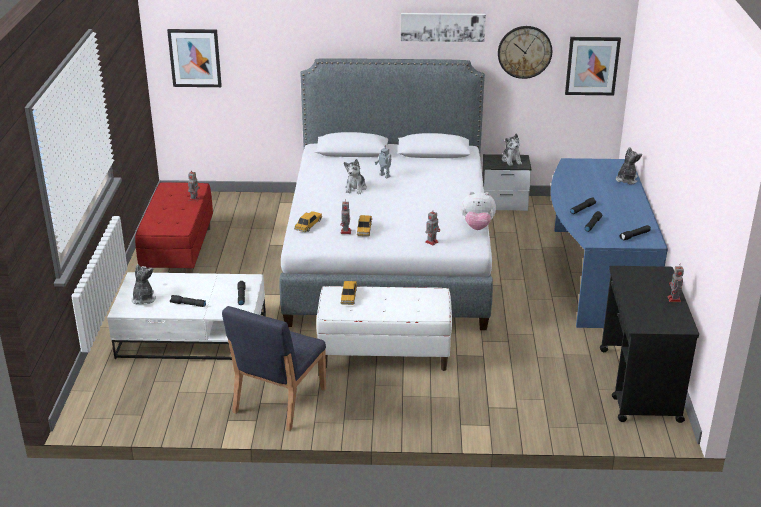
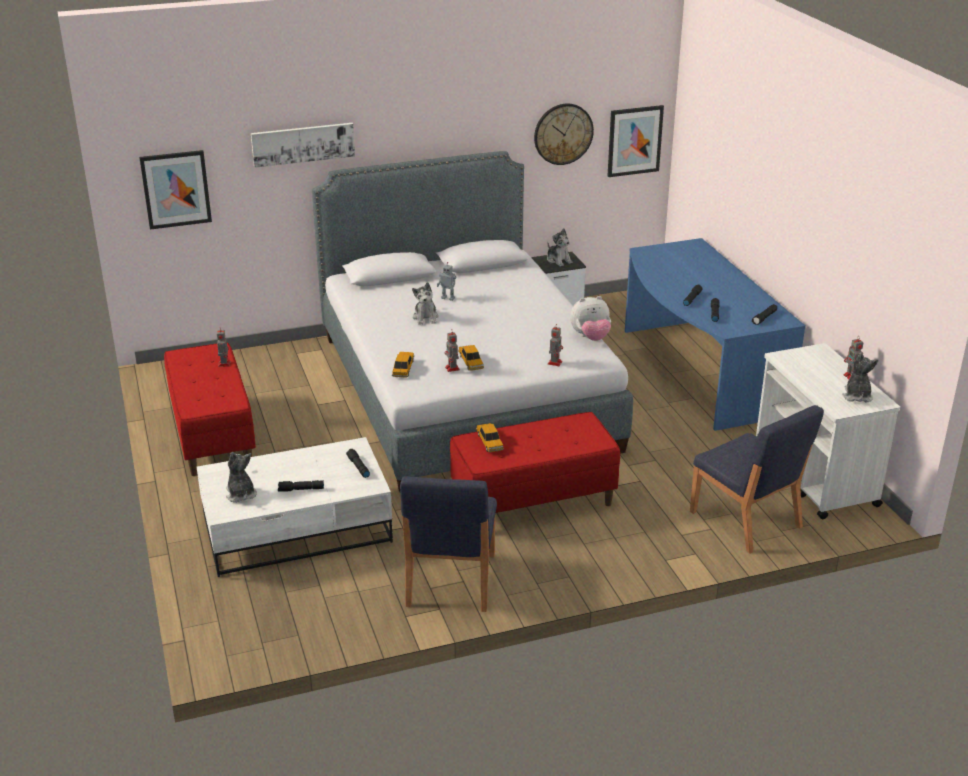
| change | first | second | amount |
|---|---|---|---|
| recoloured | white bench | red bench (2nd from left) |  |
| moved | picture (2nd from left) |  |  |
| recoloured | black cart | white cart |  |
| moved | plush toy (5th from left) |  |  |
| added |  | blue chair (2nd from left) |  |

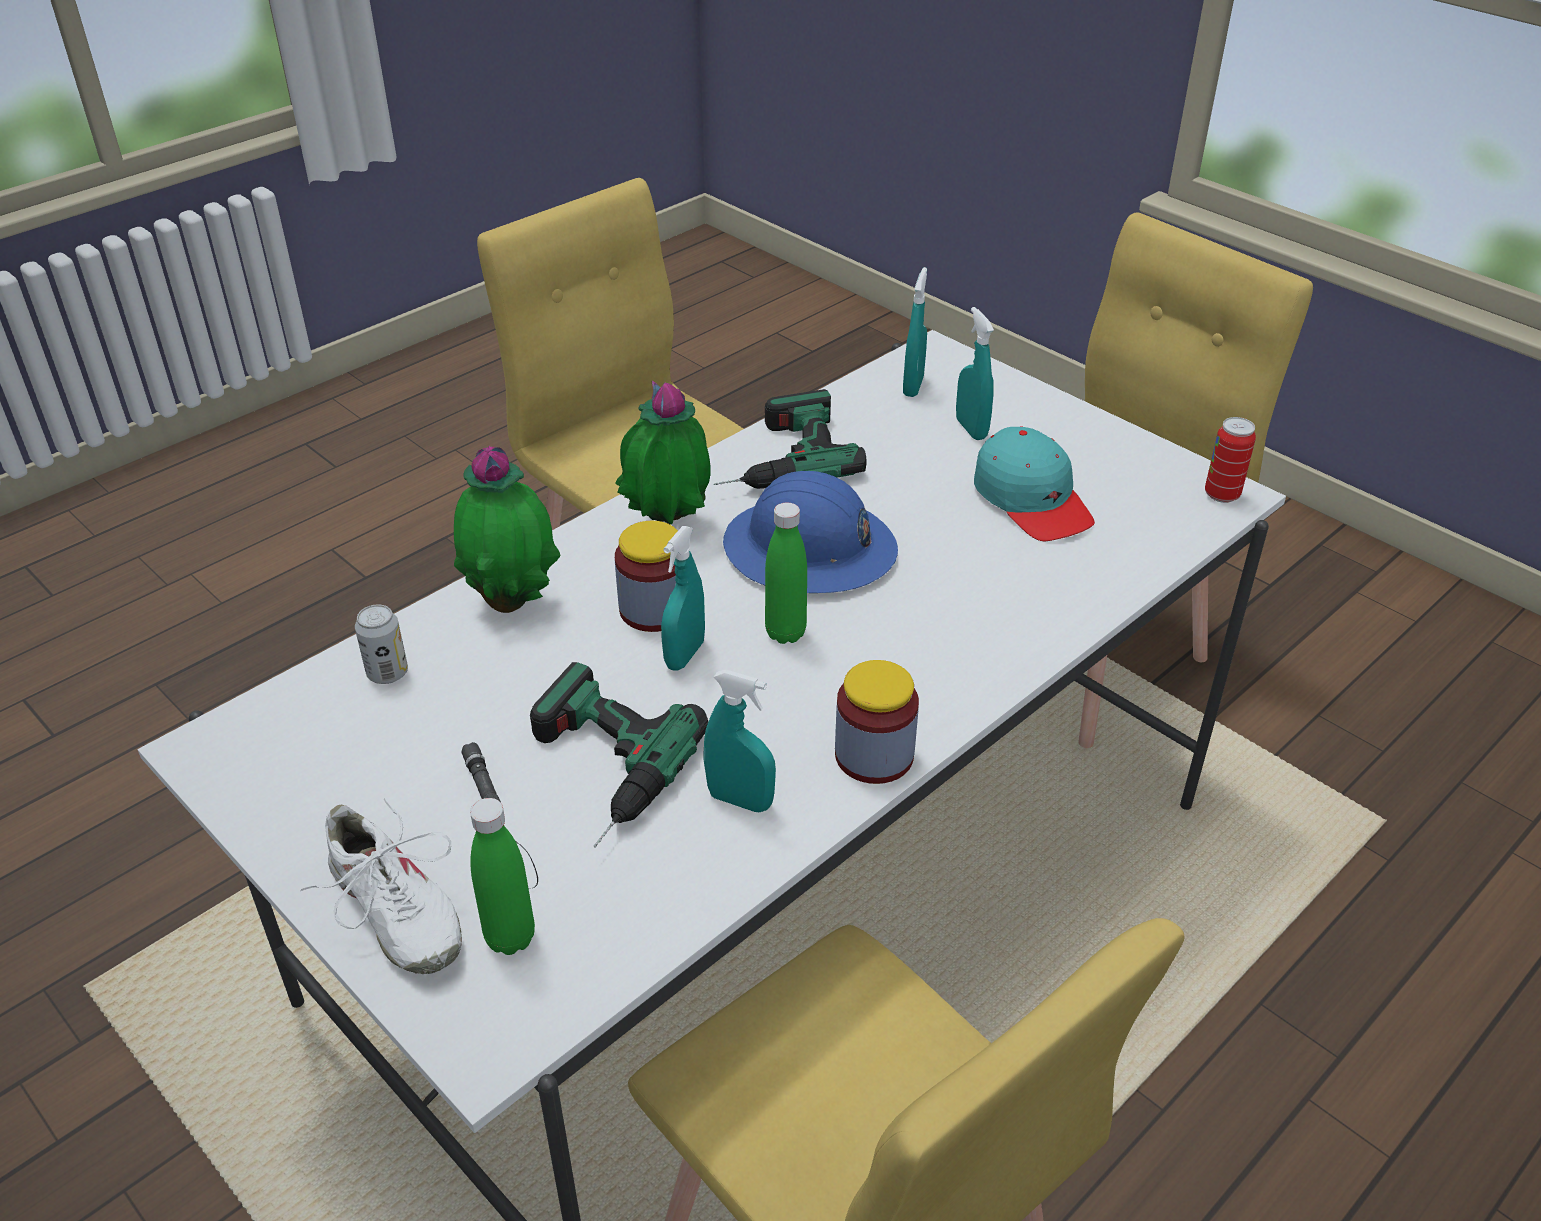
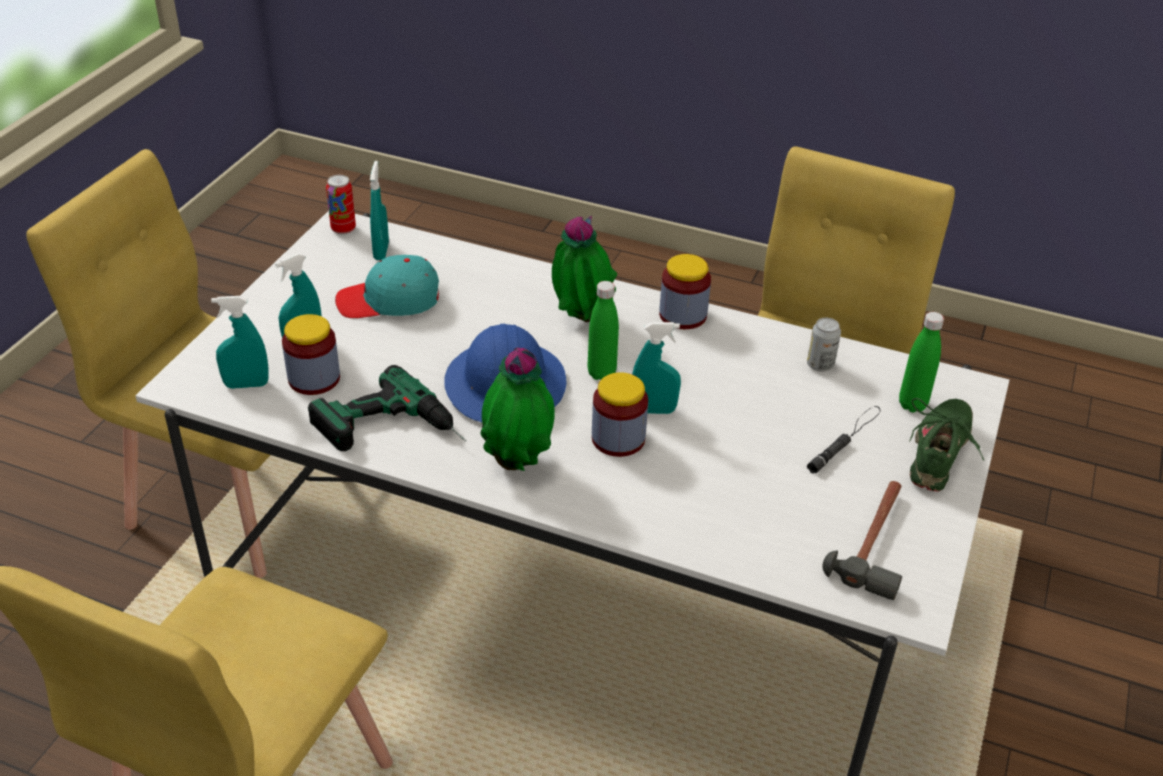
| change | first | second | amount |
|---|---|---|---|
| recoloured | white shoe | green shoe |  |
| moved | can (1st from left in the first image) | can (2nd from left) |  |
| moved | potted plant (1st from left in the first image) | potted plant (2nd from left) |  |
| removed | power drill (1st from left) |  |  |
| moved | turquoise spray bottle (2nd from left in the first image) | turquoise spray bottle (3rd from left) |  |
| turned | turquoise cap |  | 135 degrees counterclockwise |
| added |  | jar (1st from left) |  |
| added |  | hammer |  |

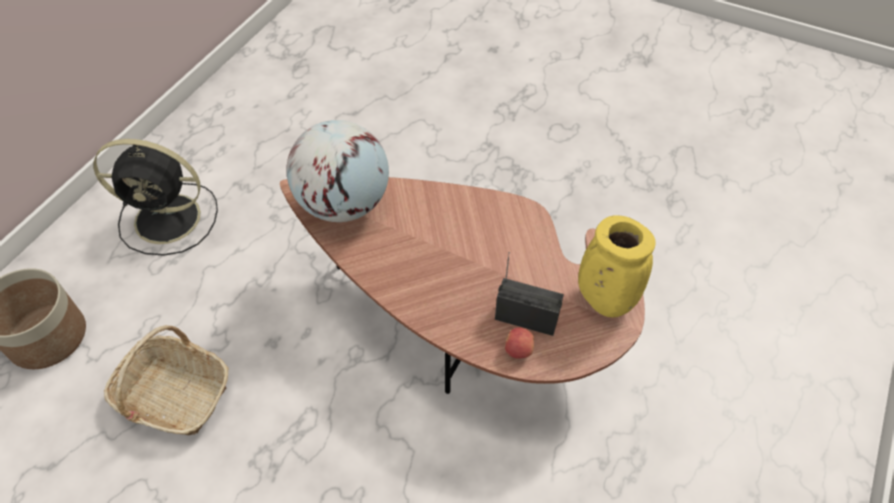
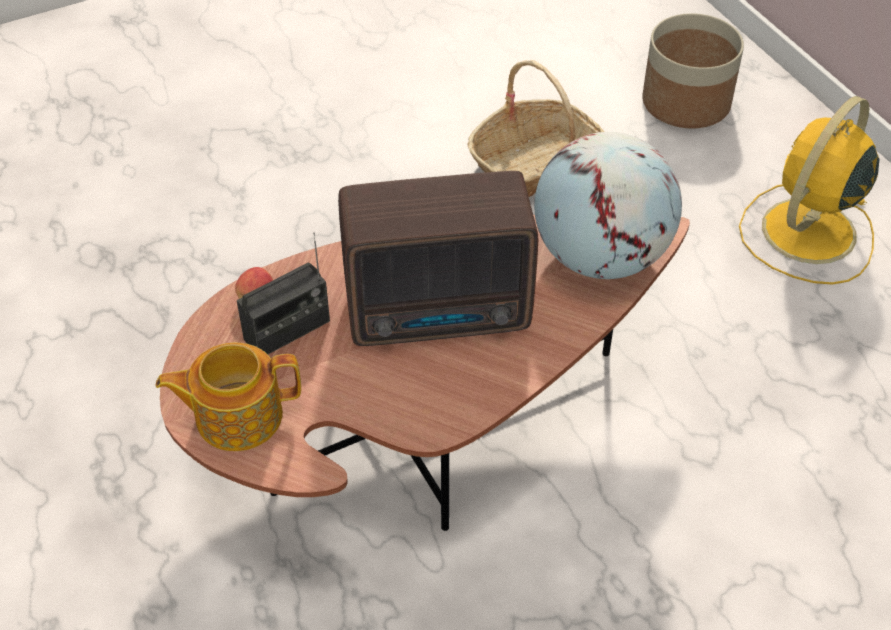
| change | first | second | amount |
|---|---|---|---|
| recoloured | black fan | yellow fan |  |
| replaced | yellow vase | teapot |  |
| added |  | radio (2nd from left) |  |

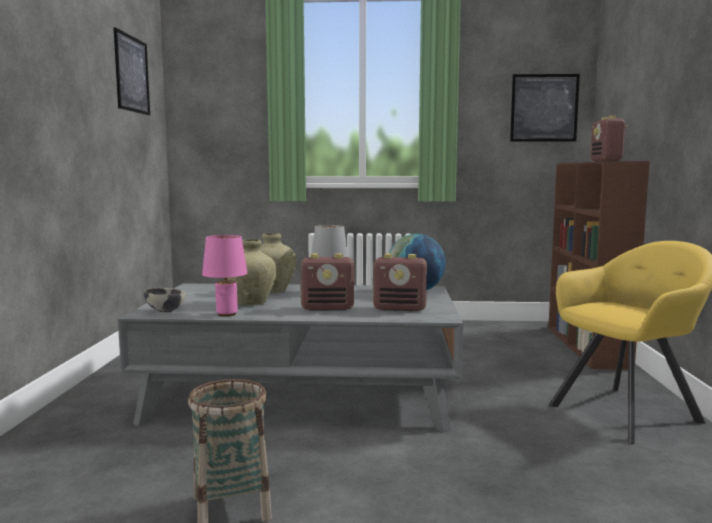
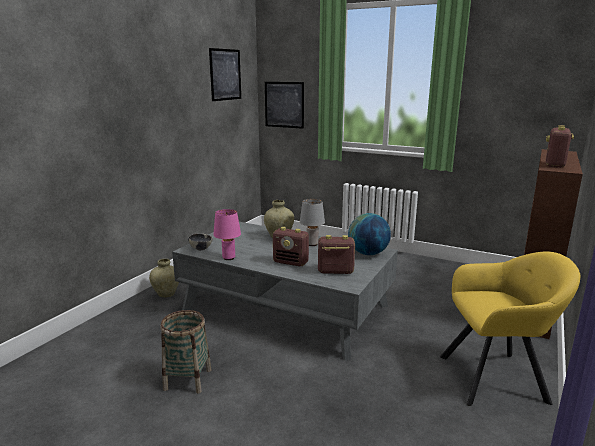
| change | first | second | amount |
|---|---|---|---|
| moved | beige vase (1st from left) |  |  |
| turned | radio (2nd from left) |  | 150 degrees clockwise |
| moved | picture (2nd from left) |  |  |

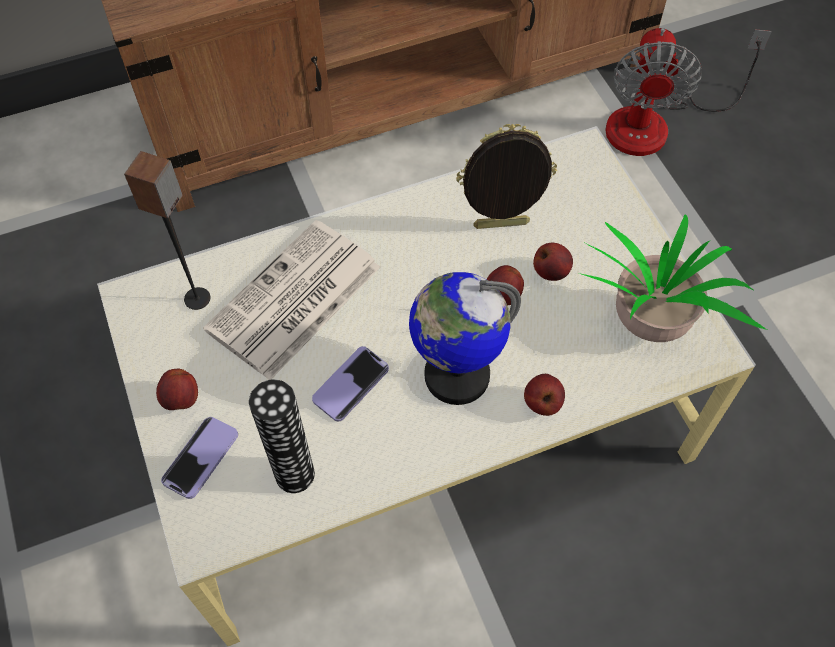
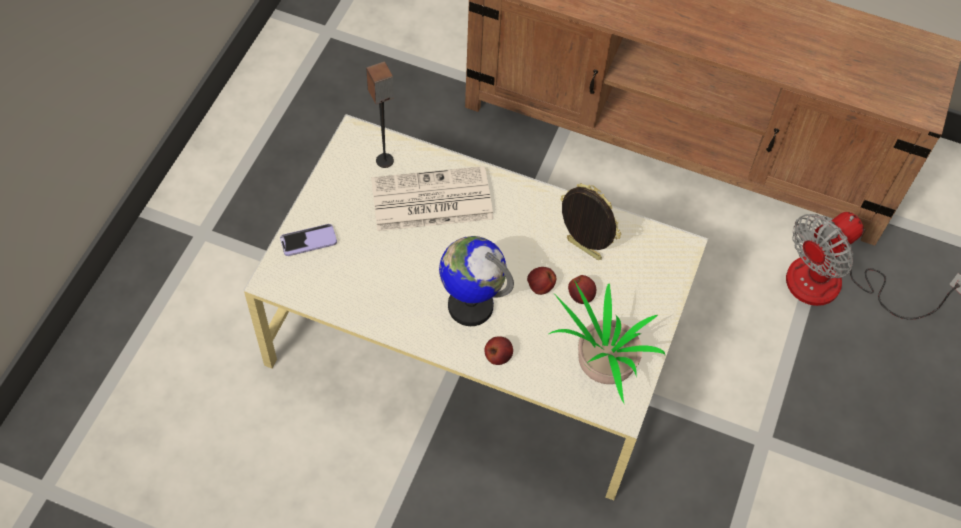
| change | first | second | amount |
|---|---|---|---|
| removed | apple (1st from left) |  |  |
| removed | vase |  |  |
| removed | phone (2nd from left) |  |  |

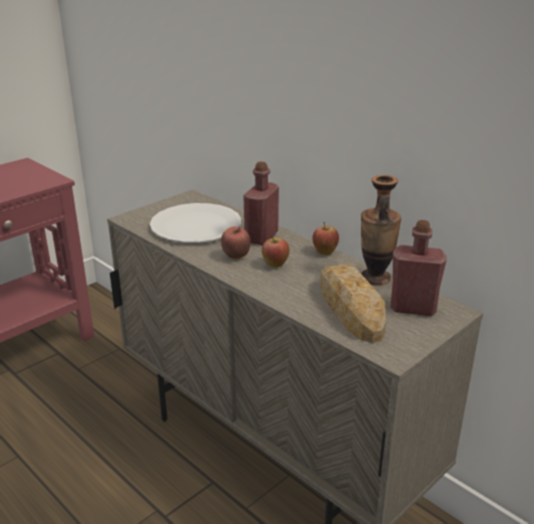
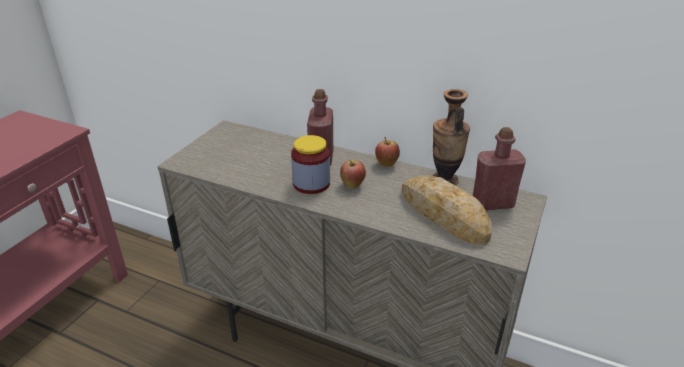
| change | first | second | amount |
|---|---|---|---|
| removed | white plate |  |  |
| replaced | apple (1st from left) | jar |  |

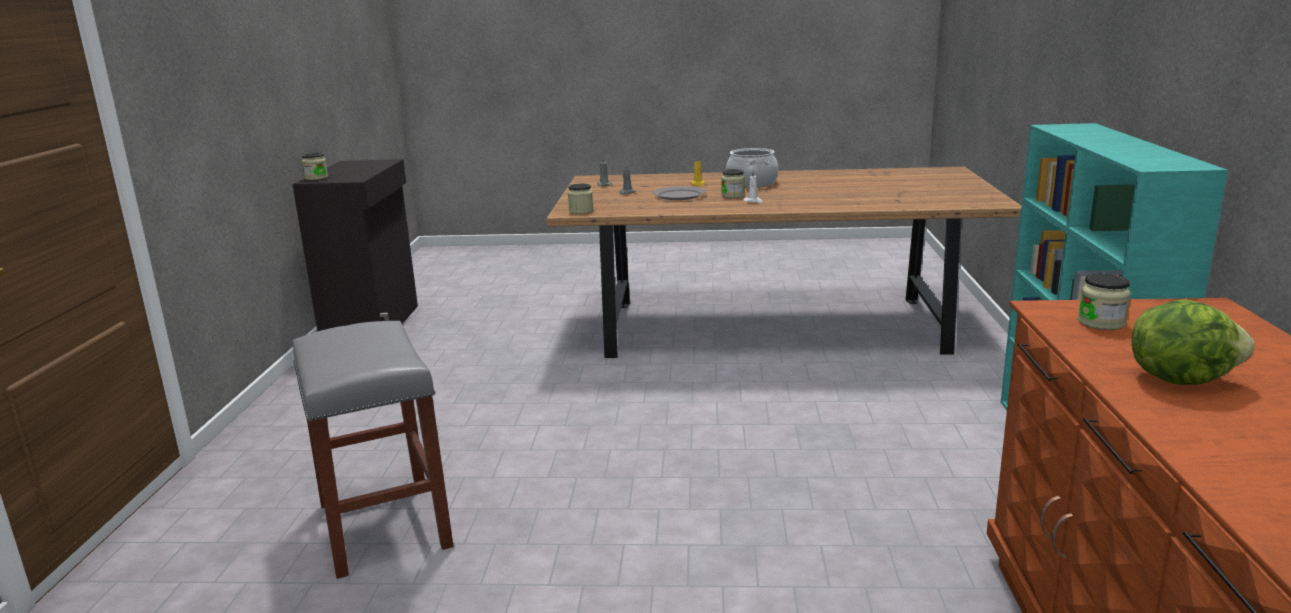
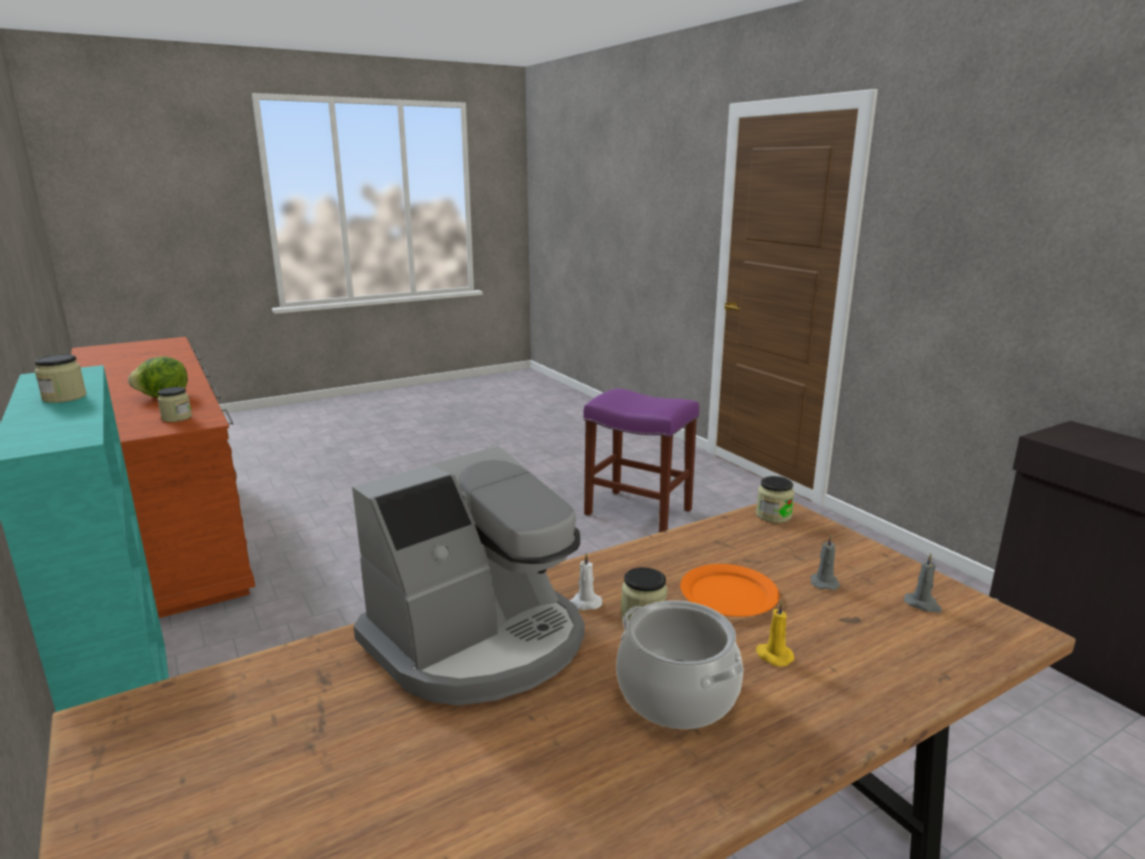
| change | first | second | amount |
|---|---|---|---|
| recoloured | grey stool | purple stool |  |
| moved | jar (1st from left) |  |  |
| recoloured | grey plate | orange plate |  |
| added |  | coffee machine |  |

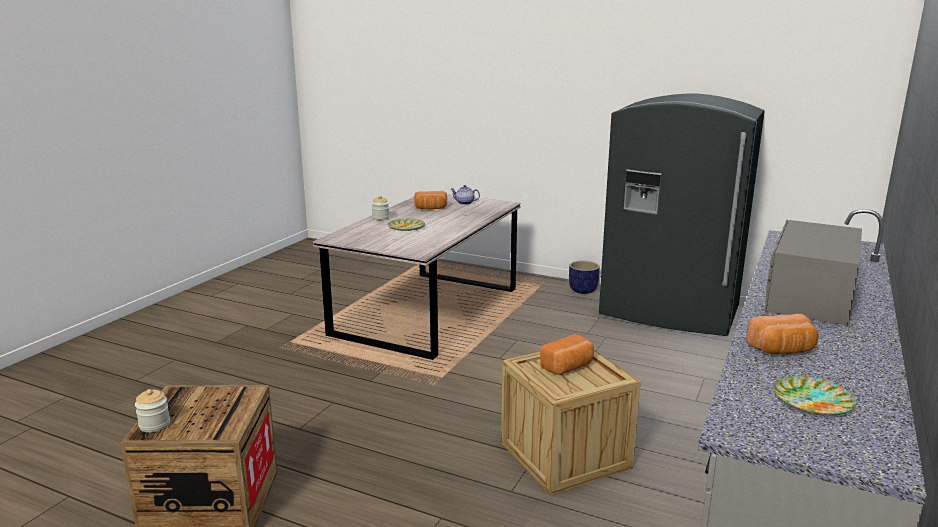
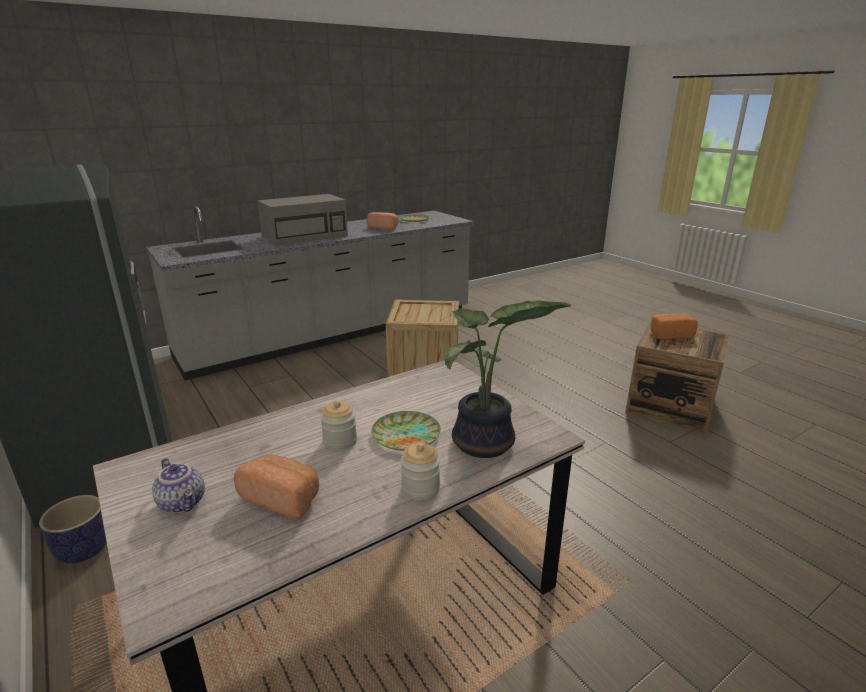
| change | first | second | amount |
|---|---|---|---|
| moved | jar (1st from left) |  |  |
| moved | bread (2nd from left in the first image) | bread (3rd from left) |  |
| added |  | potted plant |  |

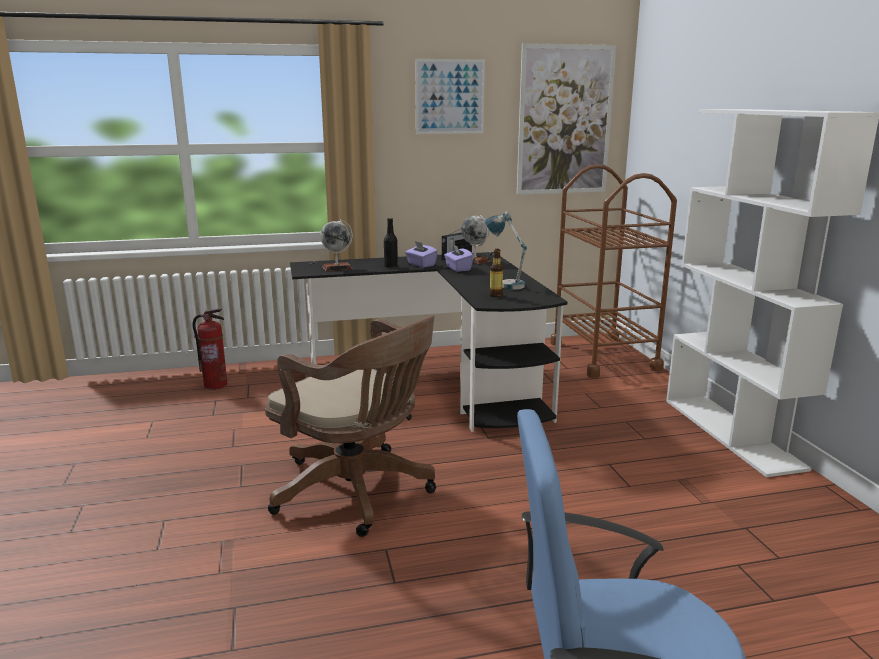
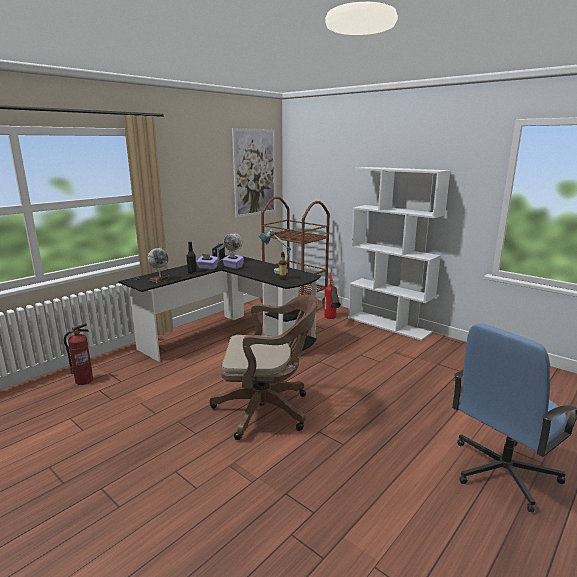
| change | first | second | amount |
|---|---|---|---|
| removed | picture (1st from left) |  |  |
| added |  | fire extinguisher (2nd from left) |  |

